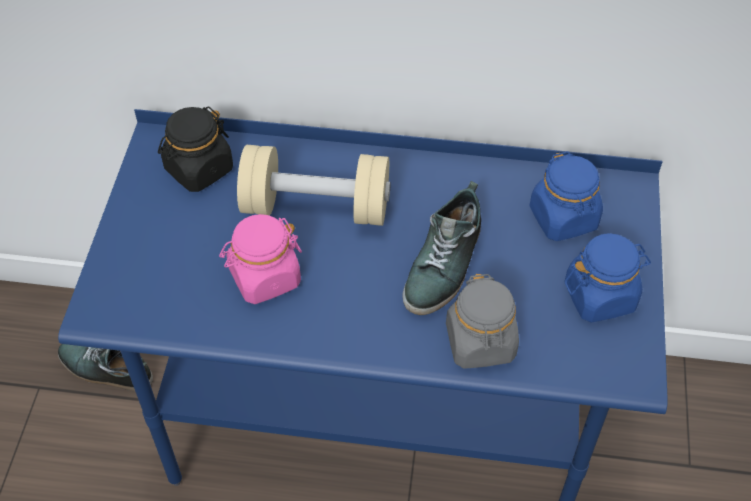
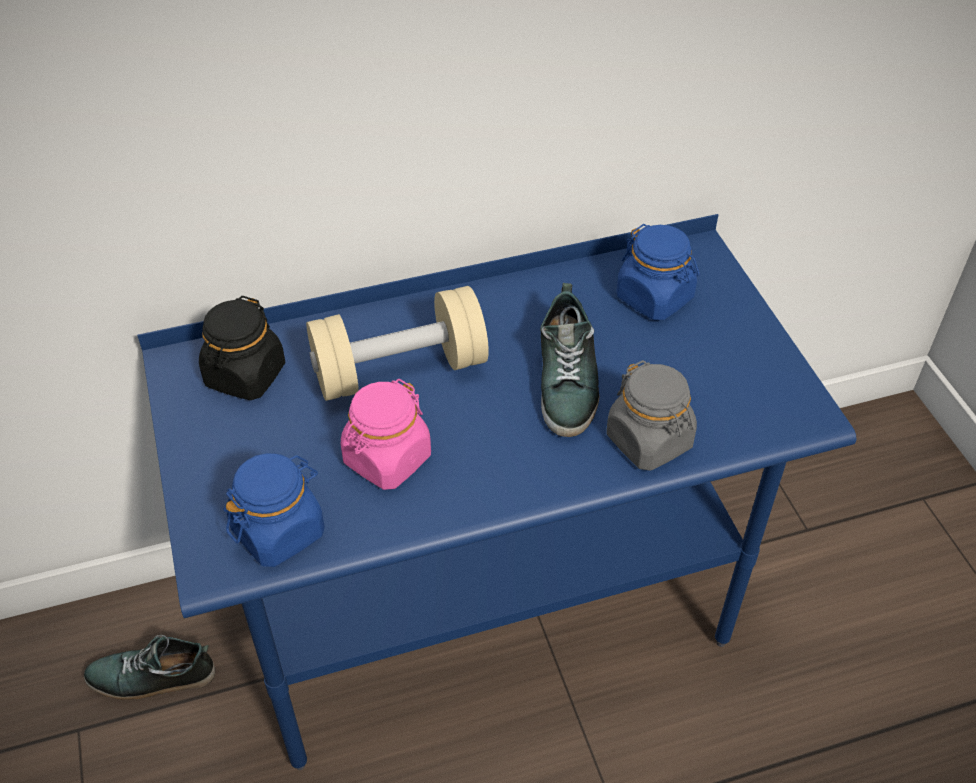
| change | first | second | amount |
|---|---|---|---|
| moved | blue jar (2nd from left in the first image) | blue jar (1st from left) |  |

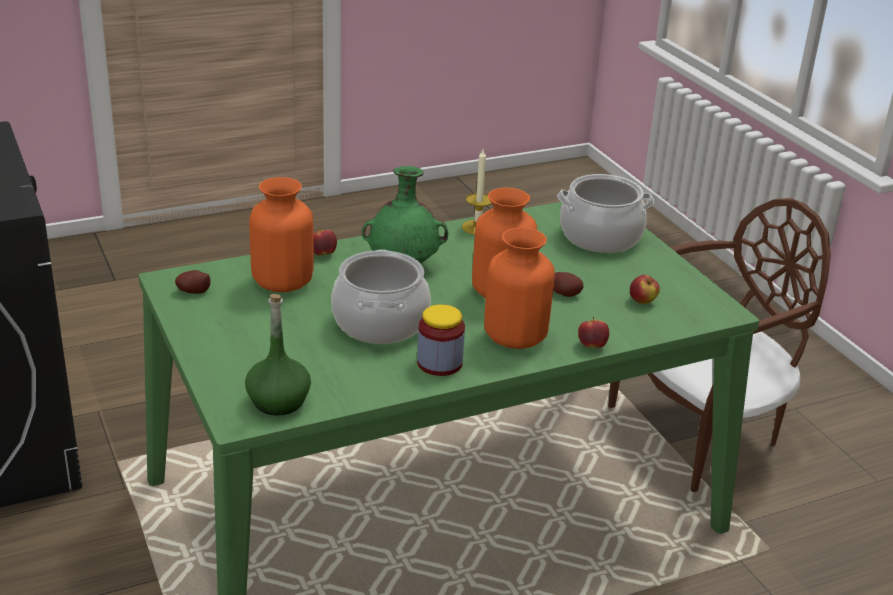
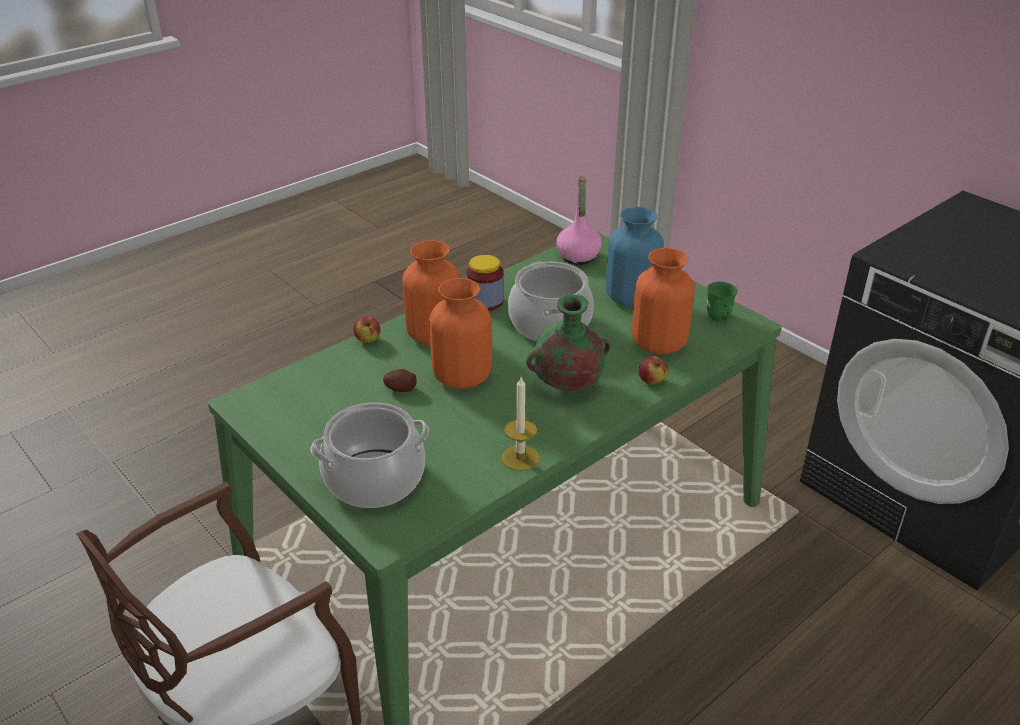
| change | first | second | amount |
|---|---|---|---|
| replaced | potato (1st from left) | green mug |  |
| recoloured | green bottle | pink bottle |  |
| removed | apple (3rd from left) |  |  |
| added |  | blue vase |  |

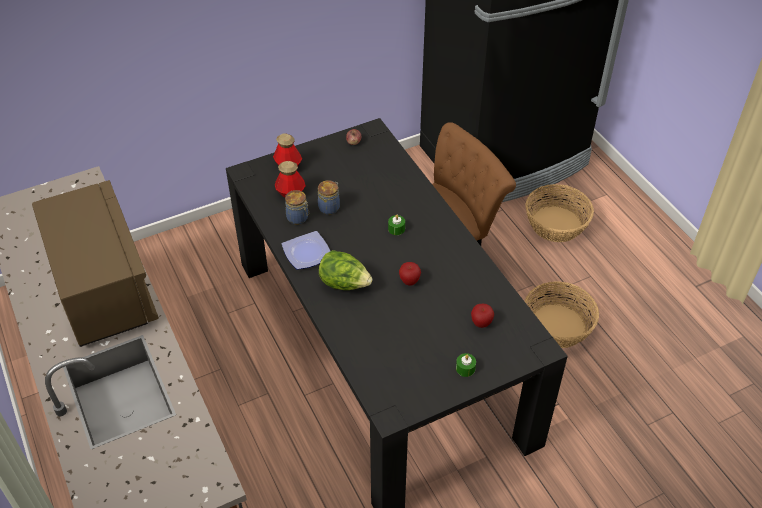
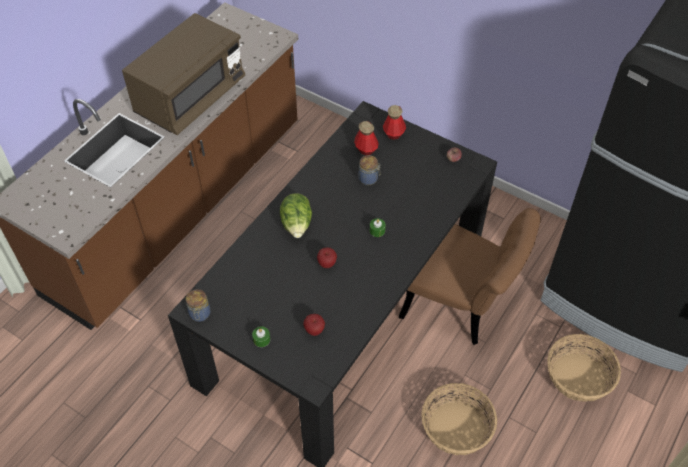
| change | first | second | amount |
|---|---|---|---|
| removed | plate |  |  |
| moved | jar (1st from left) |  |  |

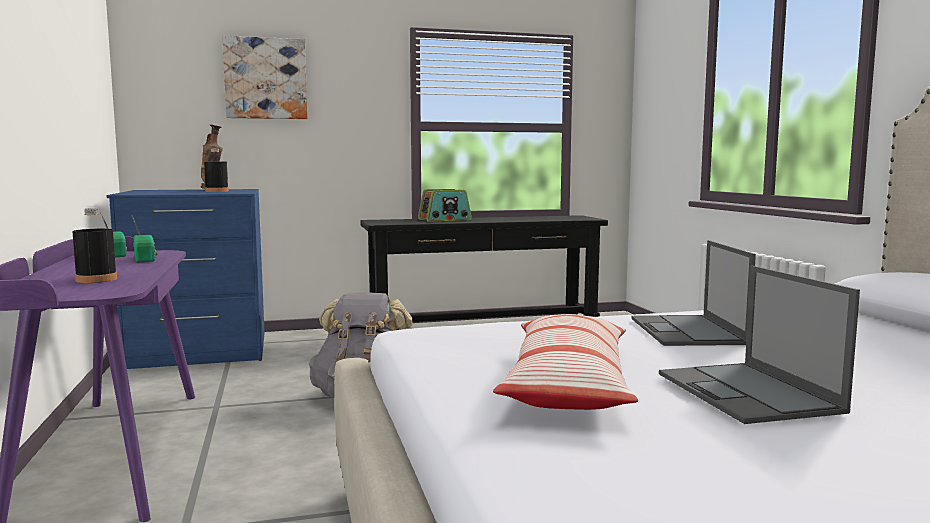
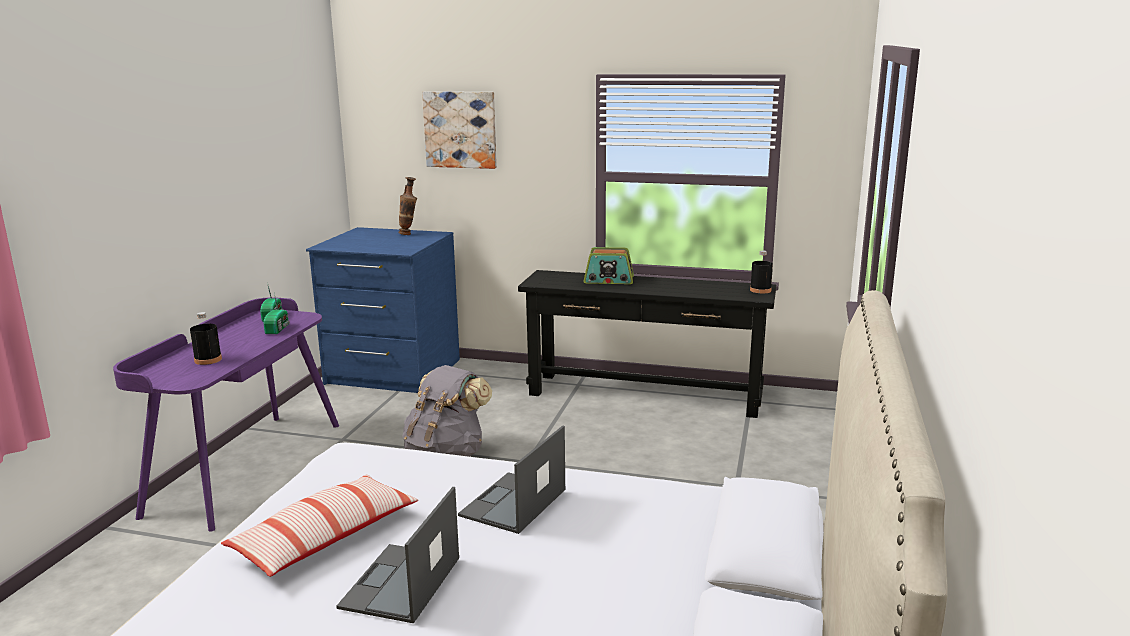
| change | first | second | amount |
|---|---|---|---|
| moved | black bottle (2nd from left) |  |  |

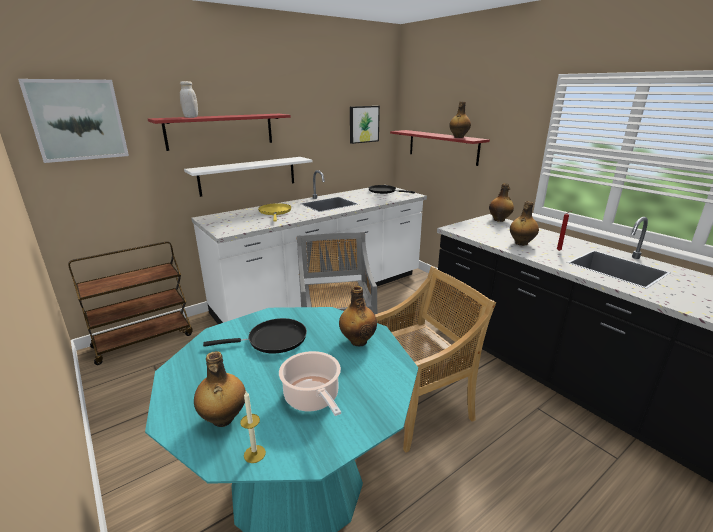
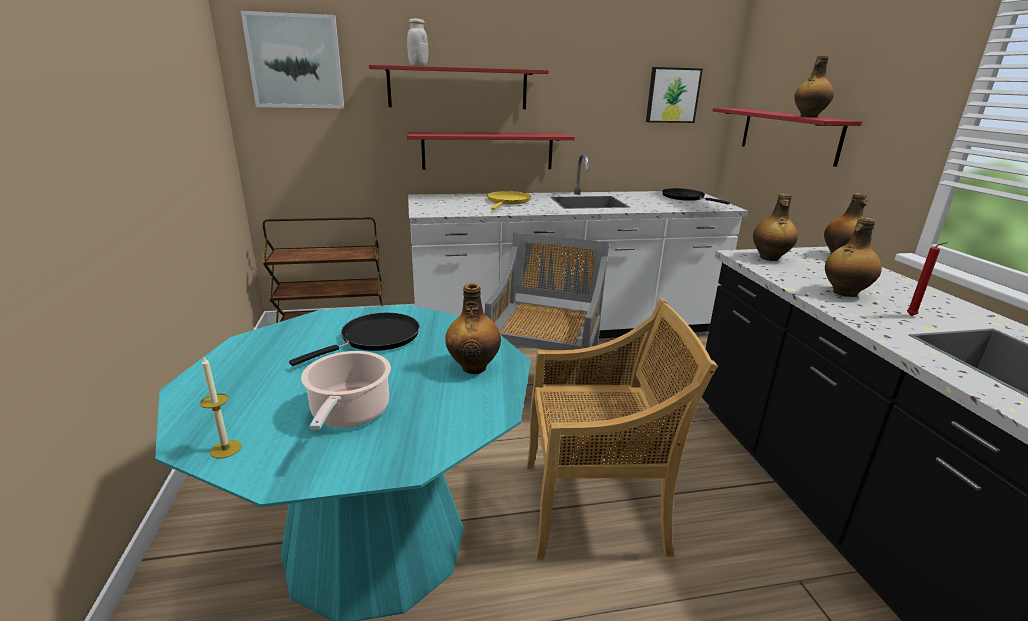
| change | first | second | amount |
|---|---|---|---|
| recoloured | white shelf | red shelf (2nd from left) |  |
| moved | bottle (1st from left in the first image) | bottle (2nd from left) |  |
| turned | black frying pan (1st from left) |  | 60 degrees counterclockwise |

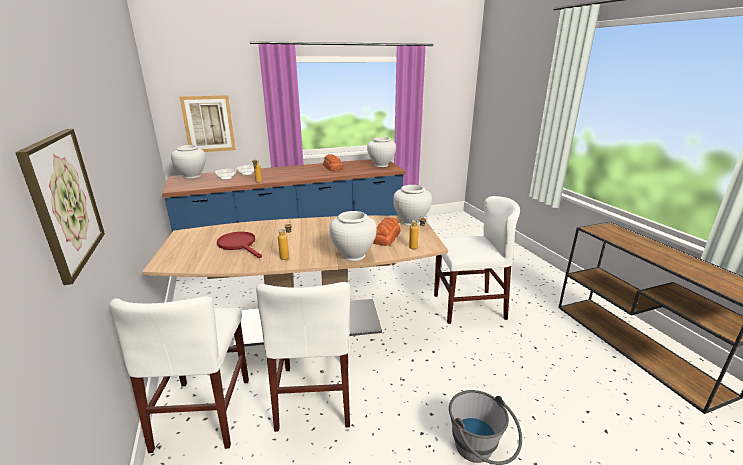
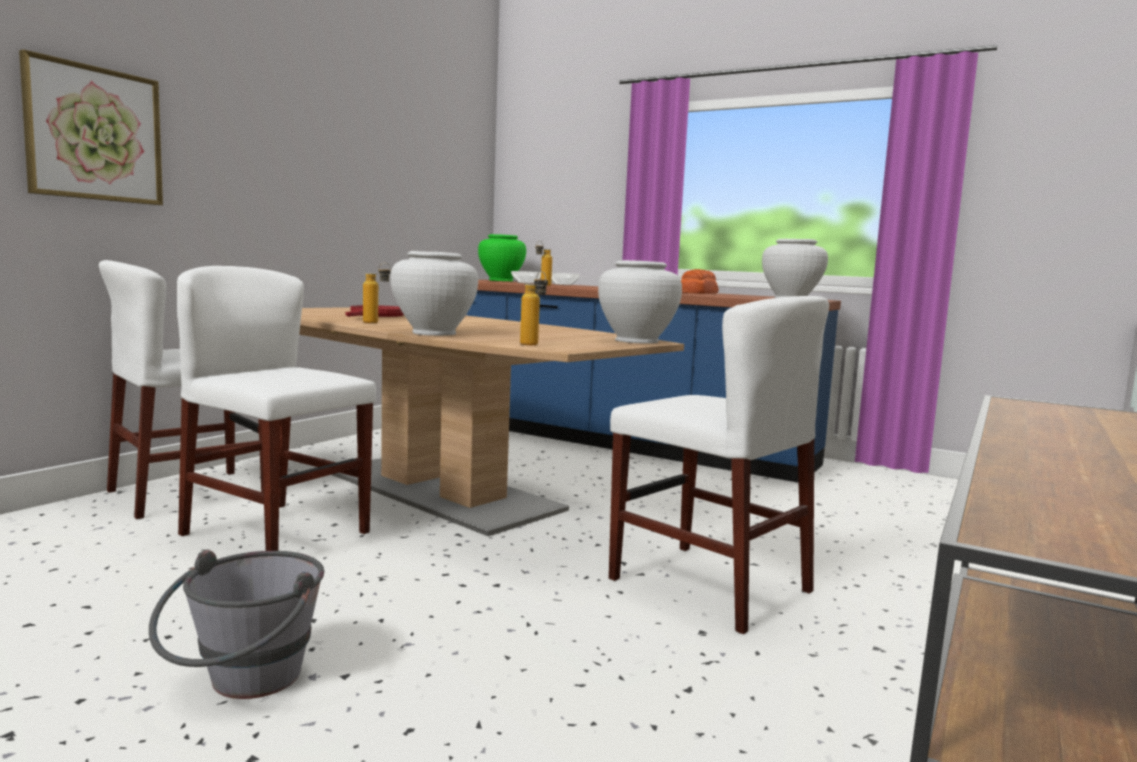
| change | first | second | amount |
|---|---|---|---|
| recoloured | white vase (1st from left) | green vase |  |
| removed | picture (2nd from left) |  |  |
| turned | white chair (2nd from left) |  | 75 degrees clockwise |
| removed | bread (2nd from left) |  |  |

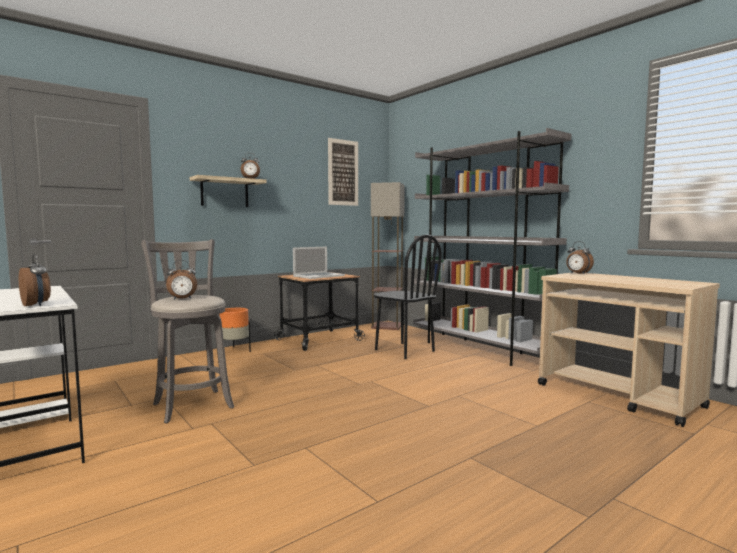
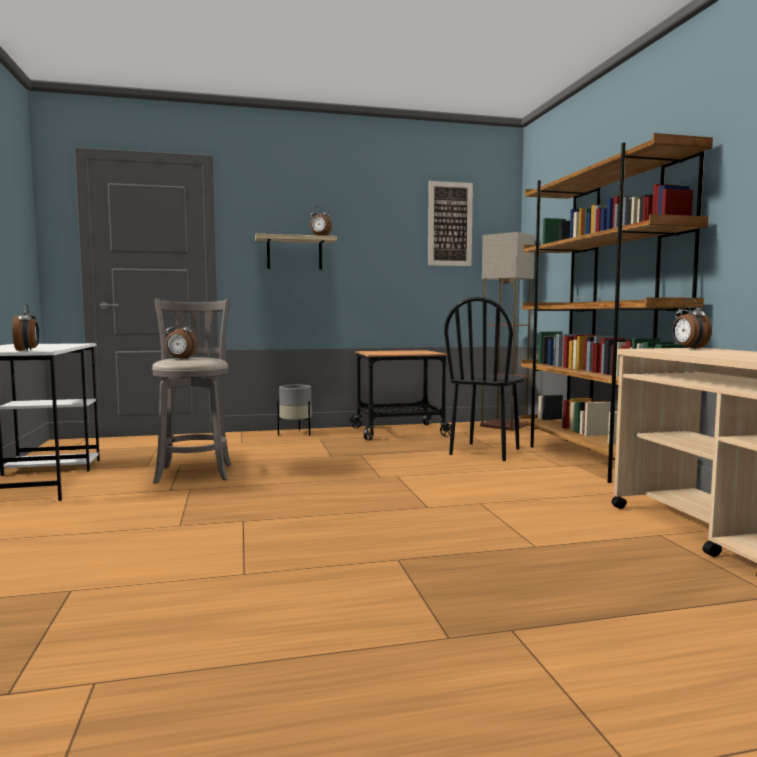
| change | first | second | amount |
|---|---|---|---|
| recoloured | orange planter | grey planter |  |
| removed | laptop |  |  |
| turned | black chair |  | 45 degrees clockwise |
| recoloured | grey bookcase | brown bookcase |  |

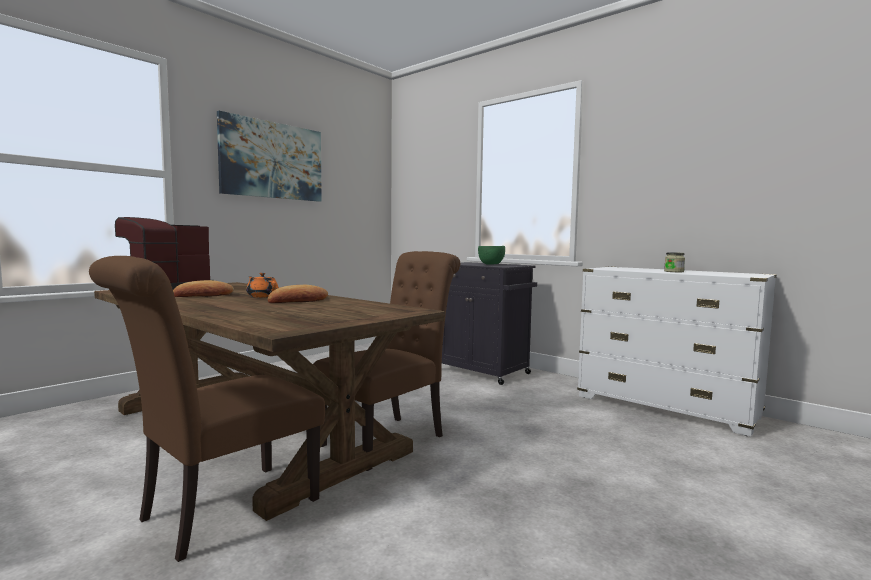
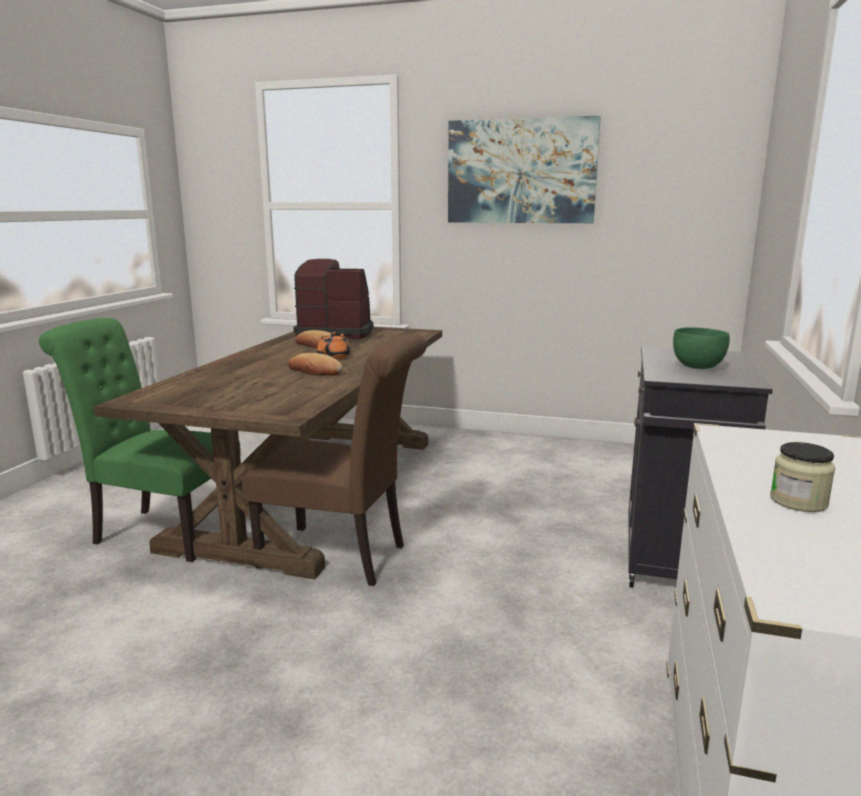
| change | first | second | amount |
|---|---|---|---|
| recoloured | brown chair (1st from left) | green chair |  |

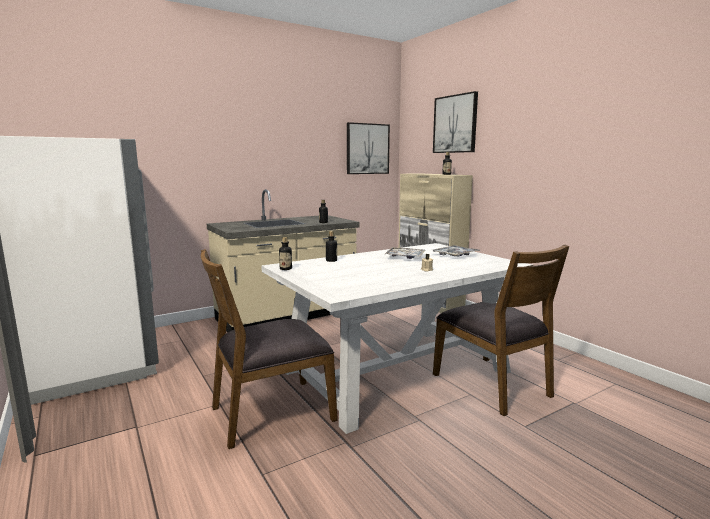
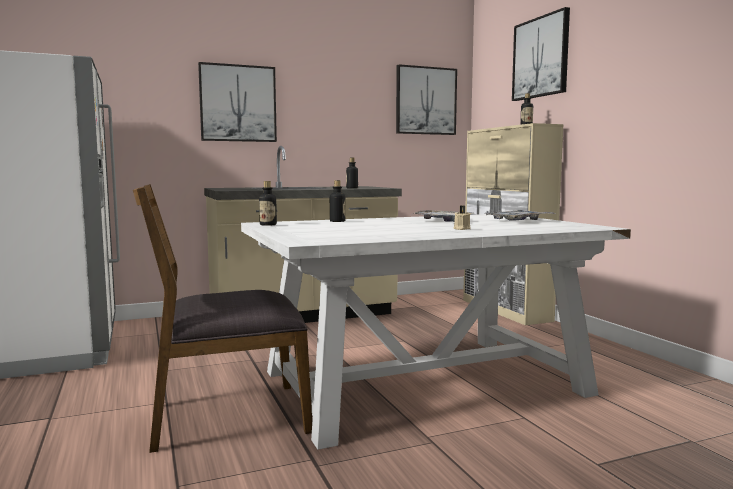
| change | first | second | amount |
|---|---|---|---|
| removed | brown chair (2nd from left) |  |  |
| added |  | picture (1st from left) |  |

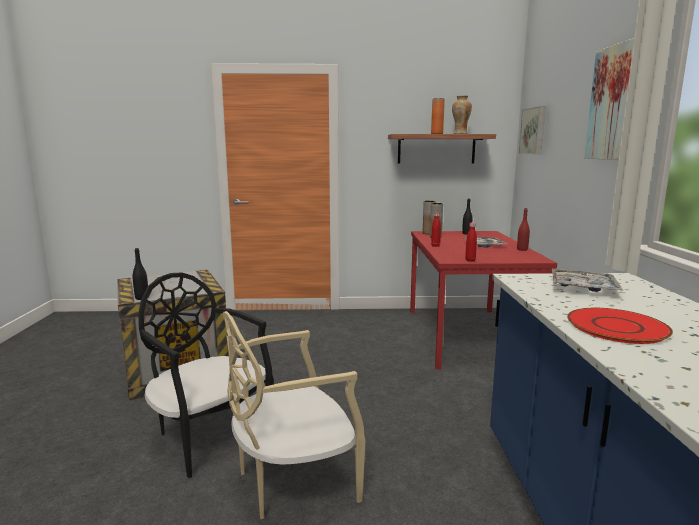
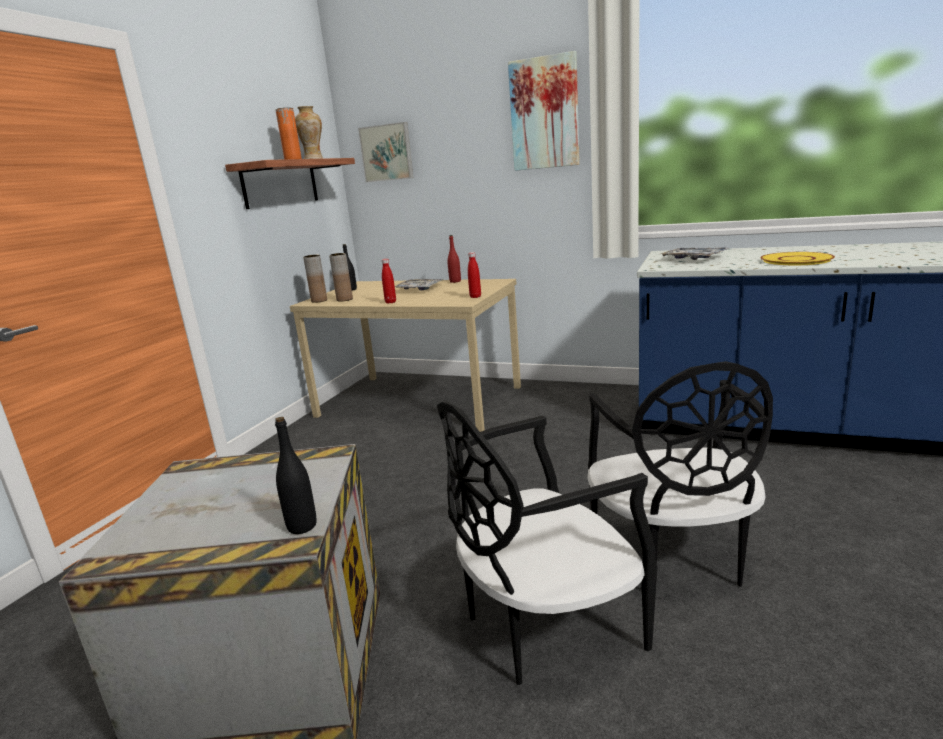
| change | first | second | amount |
|---|---|---|---|
| recoloured | beige chair | black chair (2nd from left) |  |
| recoloured | red dining table | beige dining table |  |
| recoloured | red plate | yellow plate |  |

